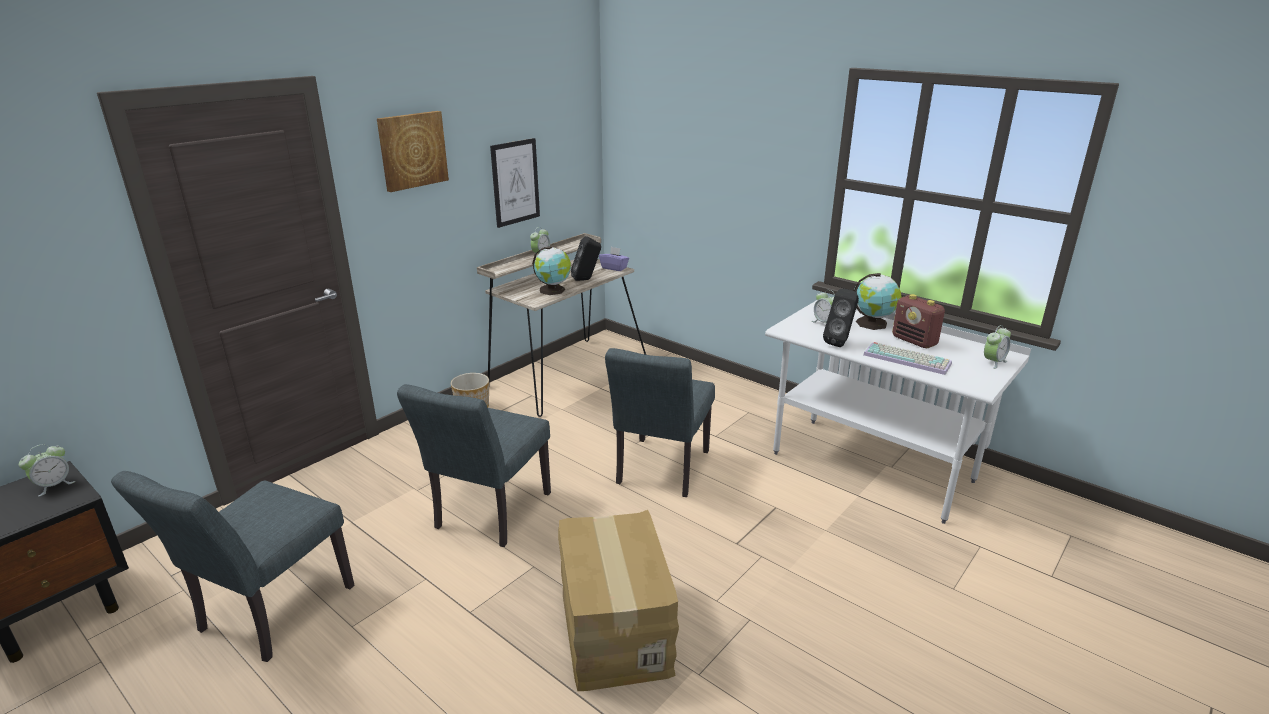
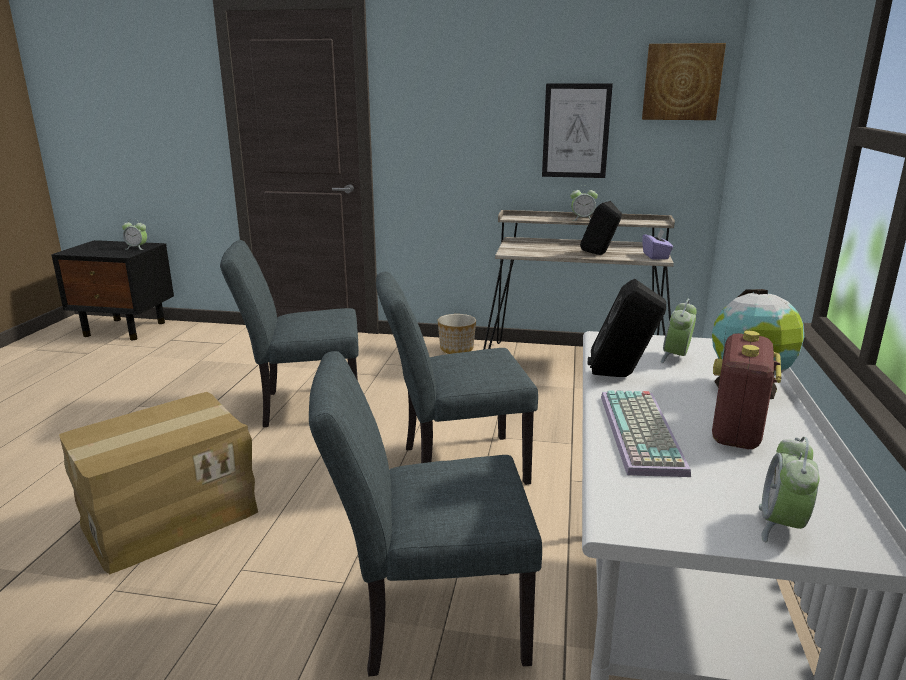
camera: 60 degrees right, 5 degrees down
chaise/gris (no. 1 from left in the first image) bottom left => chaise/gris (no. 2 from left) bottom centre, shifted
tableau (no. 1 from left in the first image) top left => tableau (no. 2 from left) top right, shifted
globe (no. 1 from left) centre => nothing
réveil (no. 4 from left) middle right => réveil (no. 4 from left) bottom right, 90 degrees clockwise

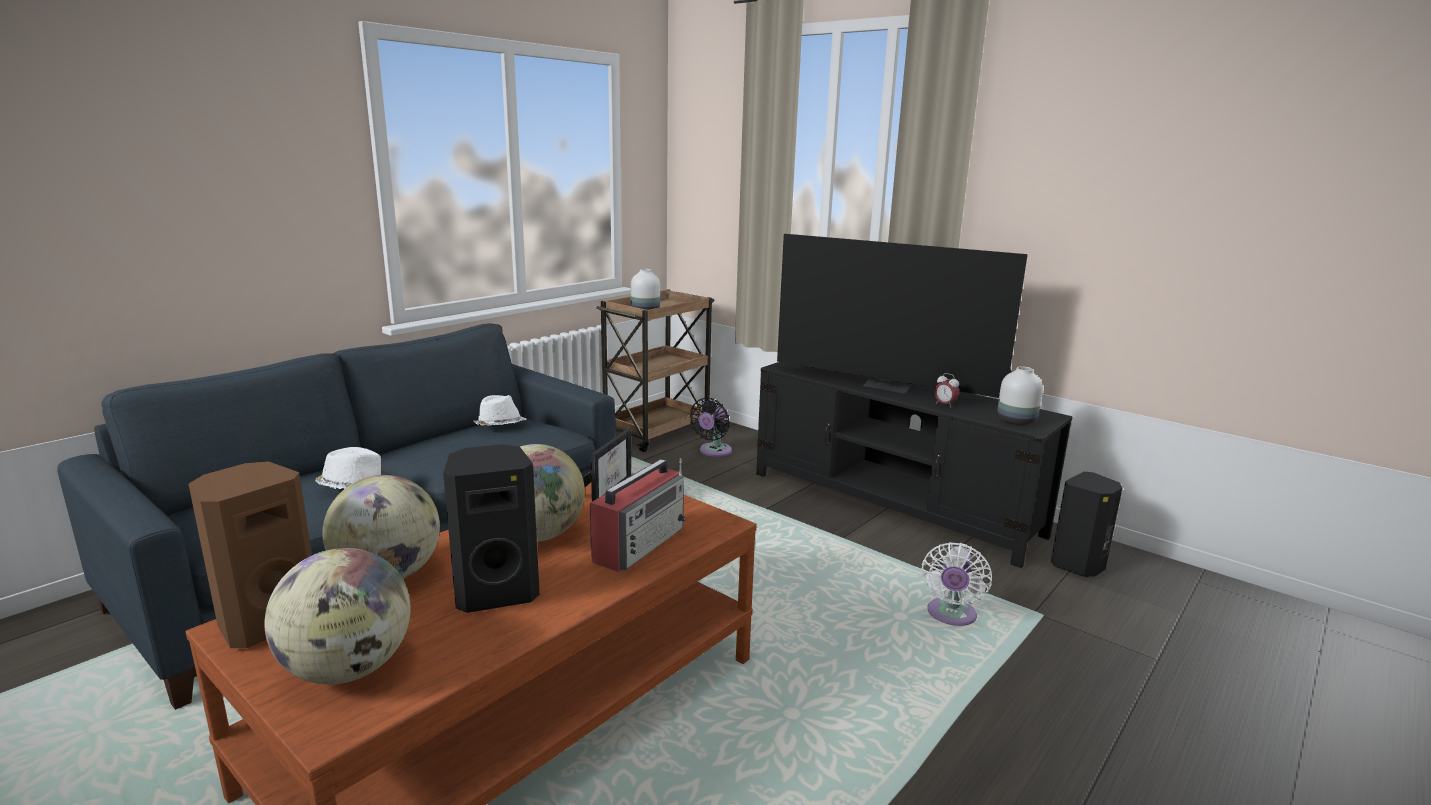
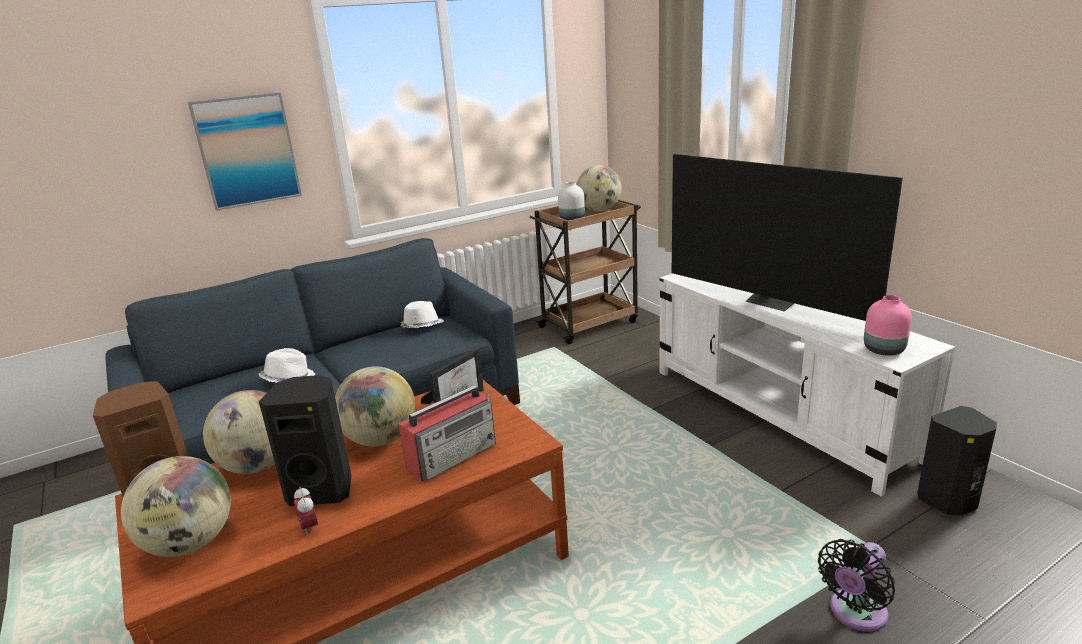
camera: 20 degrees right, 5 degrees up
ventilateur/noir centre => ventilateur/noir bottom right, shifted
meuble télé/noir centre => meuble télé/blanc middle right
ventilateur/blanc bottom right => nothing
réveil centre => réveil bottom left, shifted
vase/blanc (no. 2 from left) middle right => vase/rose middle right
nothing => tableau top left
nothing => globe (no. 4 from left) top centre

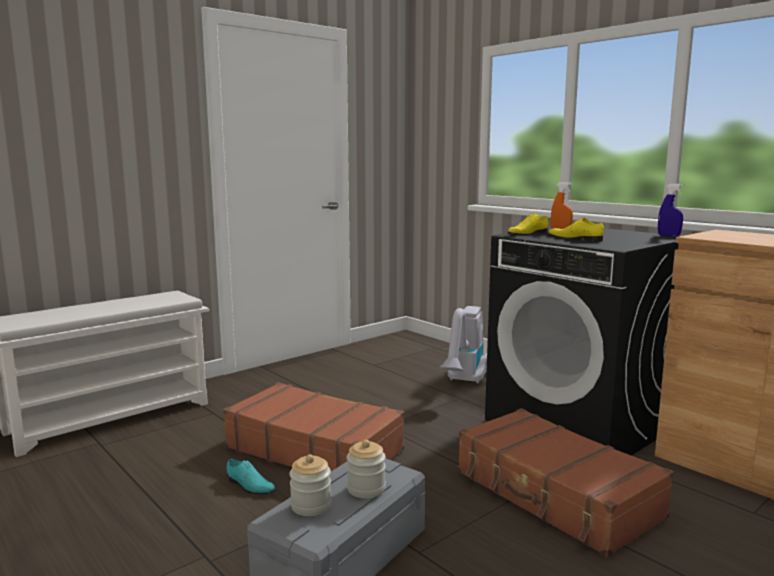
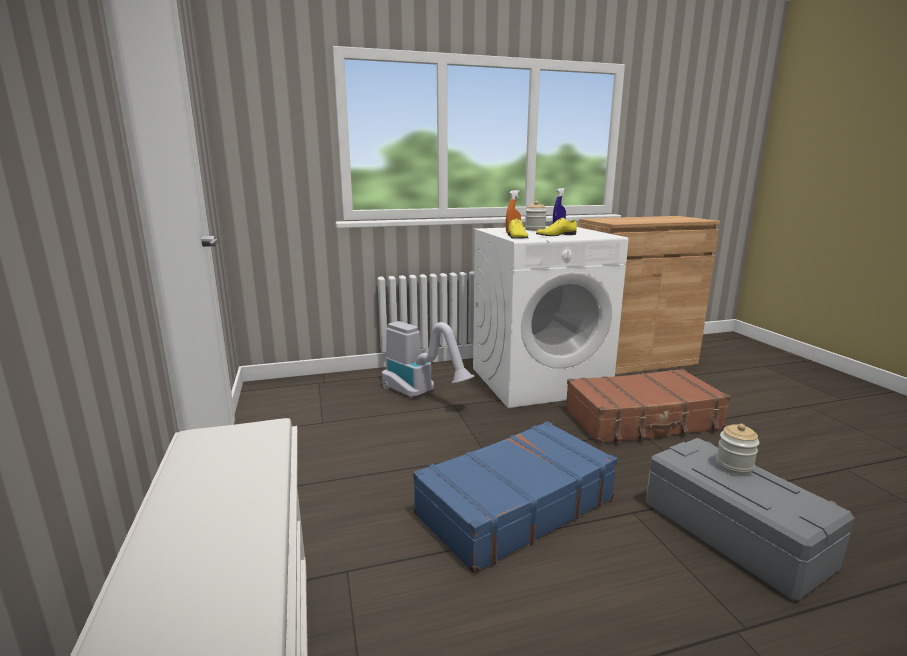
camera: 65 degrees left, 5 degrees up
valise/marron (no. 1 from left) bottom centre => valise/bleu bottom centre
chaussure/turquoise bottom left => nothing
bocal (no. 1 from left) bottom centre => bocal (no. 1 from left) top centre, shifted
lave-linge/noir middle right => lave-linge/blanc centre

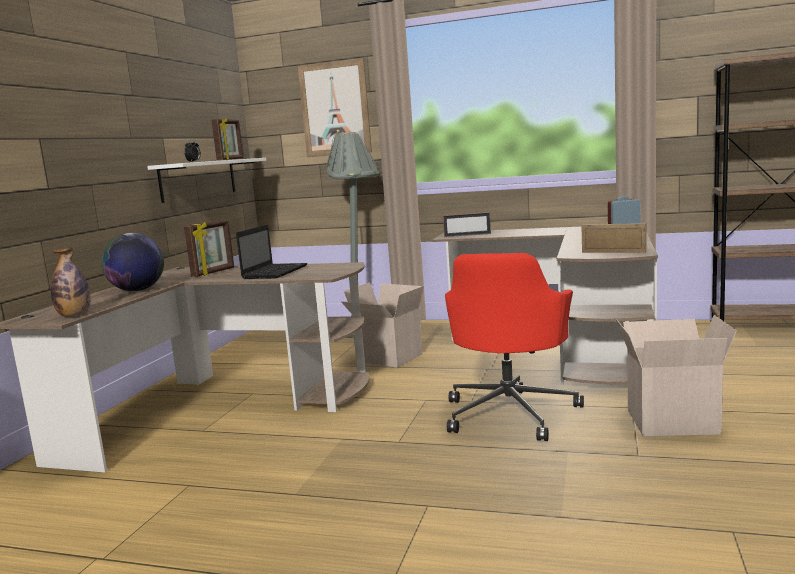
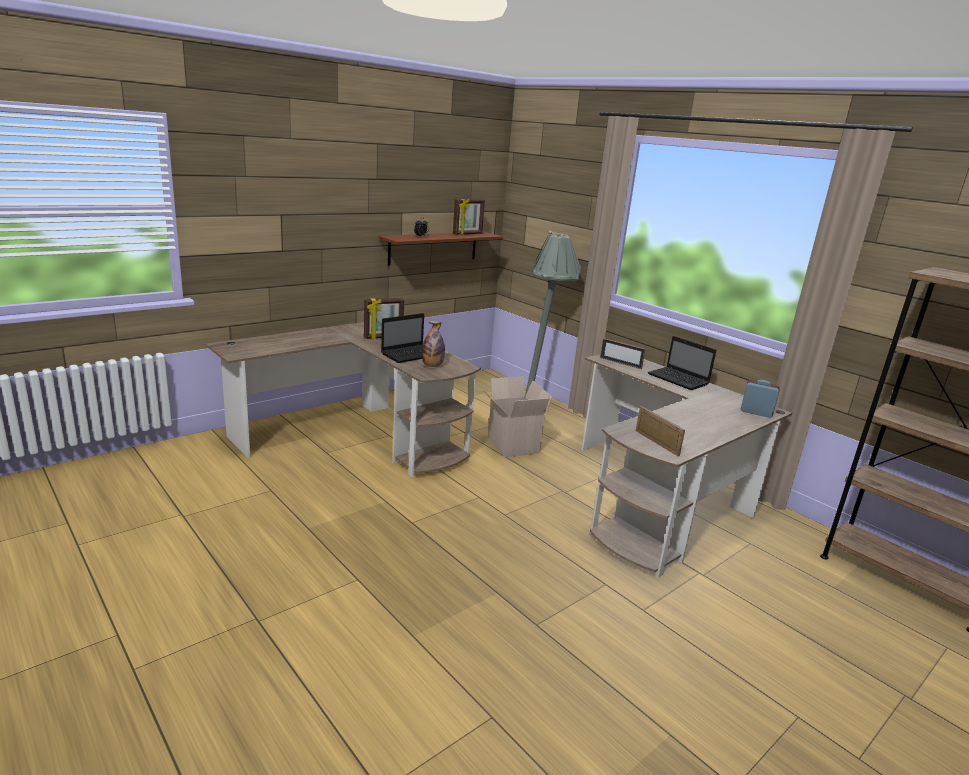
camera: 30 degrees right, 10 degrees up
bouteille middle left => bouteille centre, shifted
globe middle left => nothing
étagère/blanc top left => étagère/marron top centre
tableau top centre => nothing
chaise de bureau/rouge centre => nothing
carton (no. 2 from left) middle right => nothing
nothing => ordinateur portable (no. 2 from left) middle right

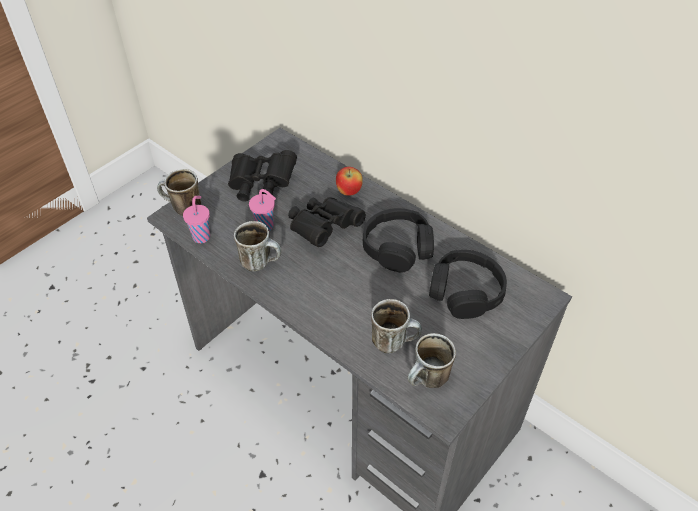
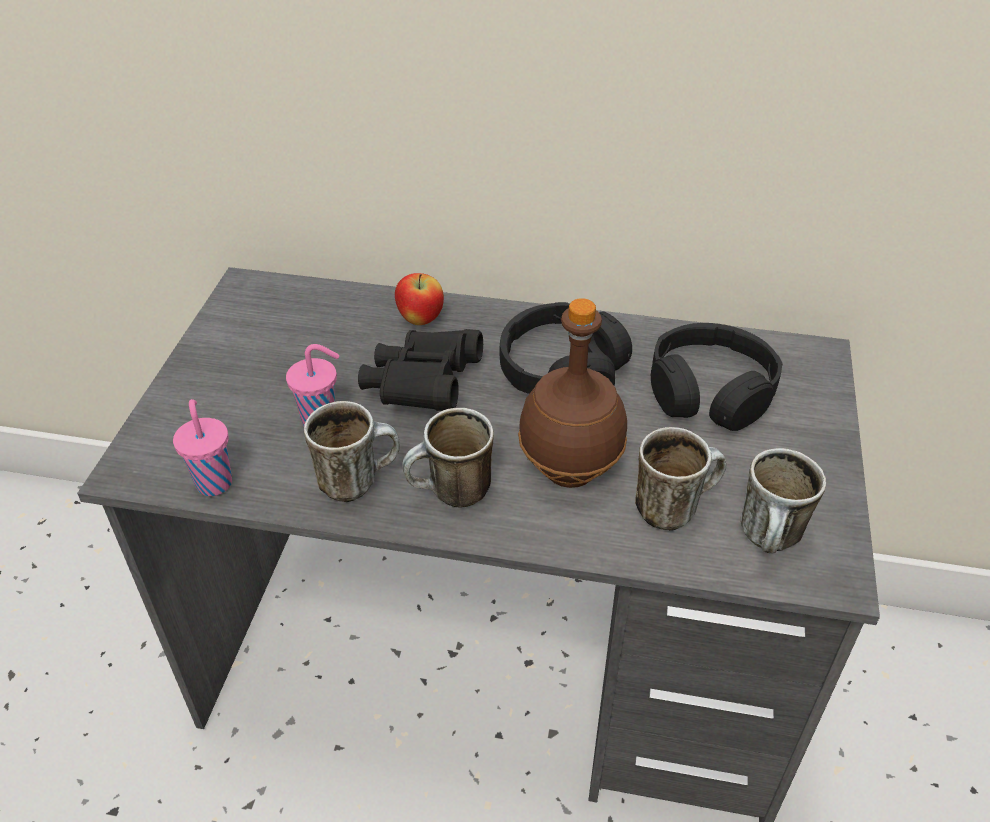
camera: 30 degrees left, 5 degrees down
mug (no. 1 from left in the first image) middle left => mug (no. 2 from left) centre, shifted
jumelles/noir (no. 1 from left) centre => nothing
nothing => bouteille/marron centre

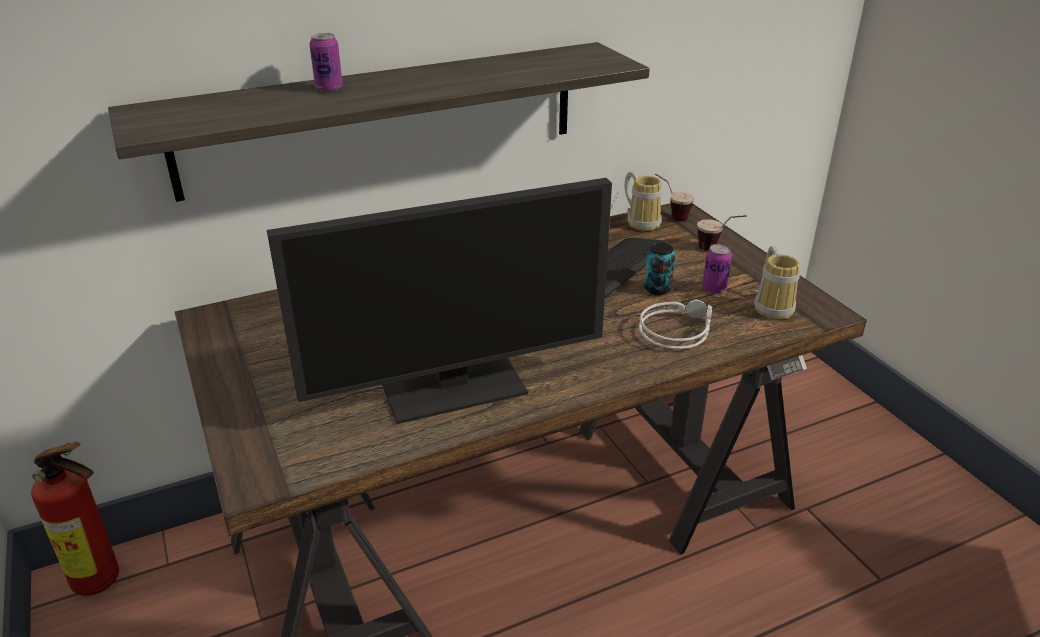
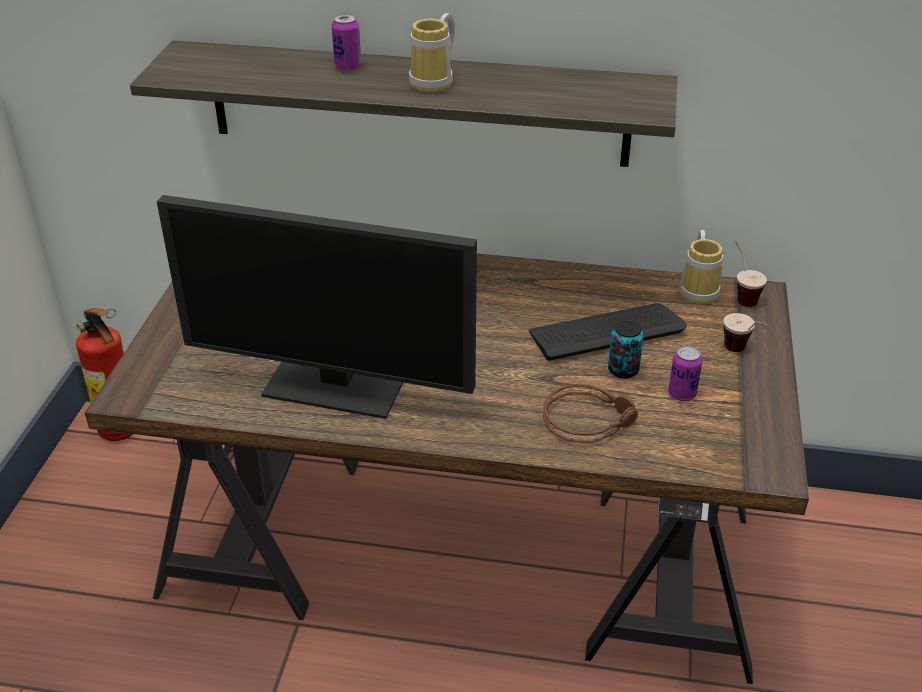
camera: 35 degrees right, 5 degrees up
casque audio/gris centre => casque audio/marron centre
mug (no. 2 from left in the first image) middle right => mug (no. 1 from left) top centre, shifted

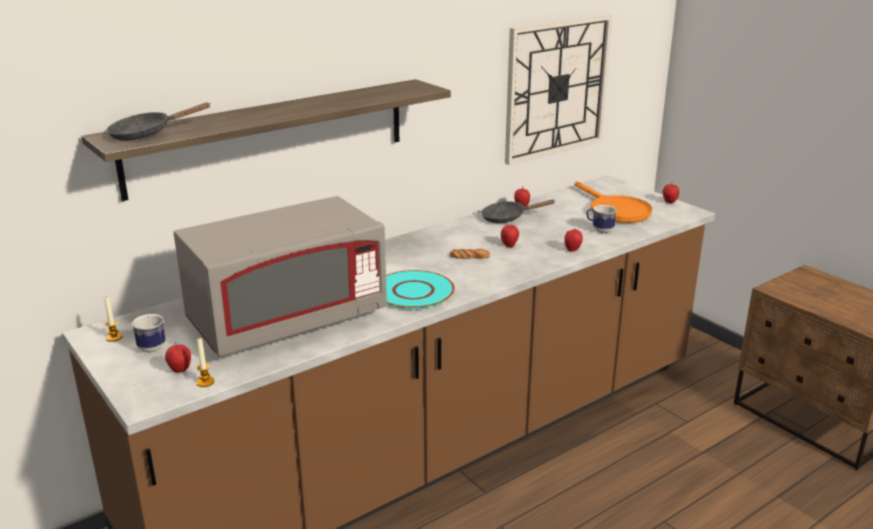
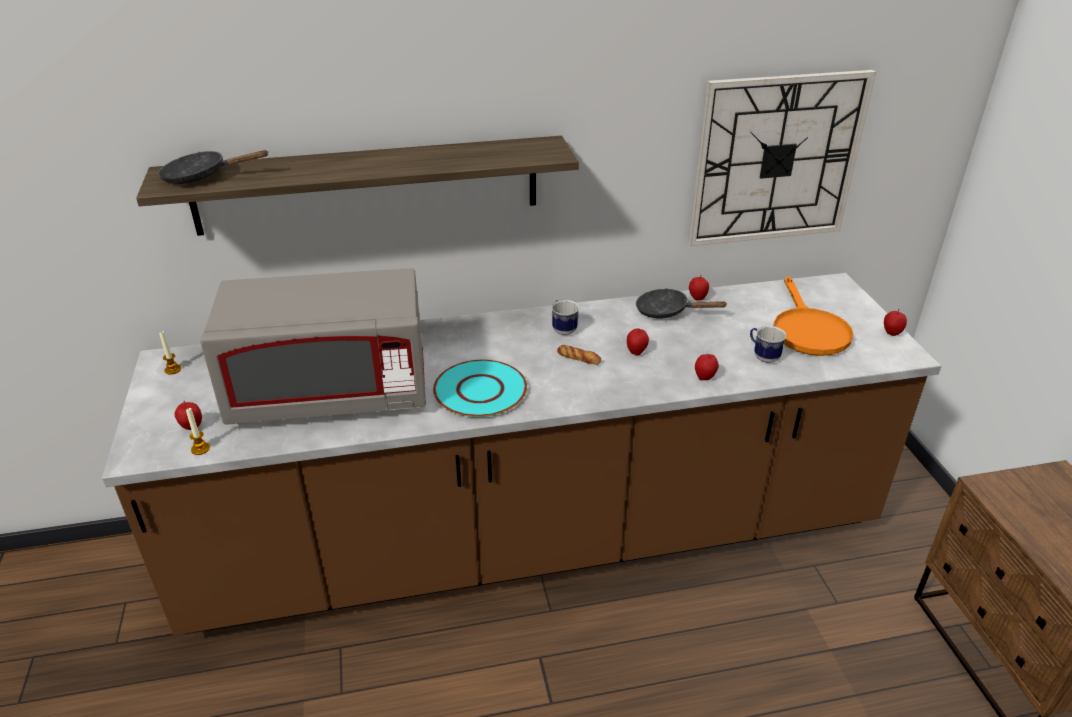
camera: 25 degrees right, 10 degrees up
mug (no. 1 from left) middle left => mug (no. 1 from left) centre, shifted

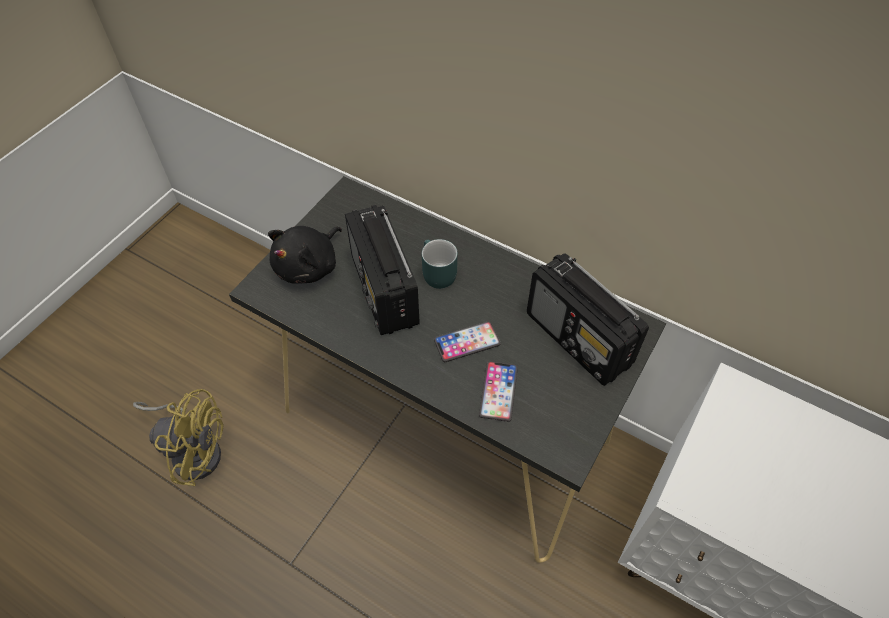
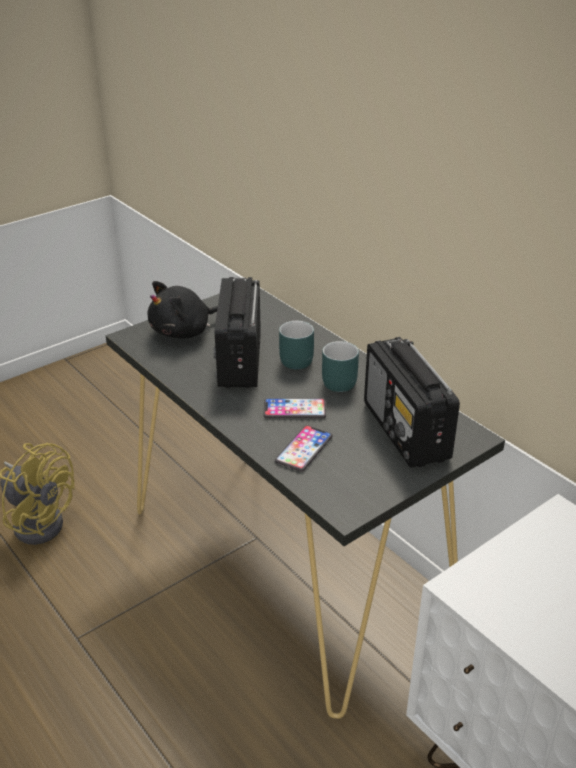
camera: 20 degrees right, 20 degrees down
nothing => mug/turquoise (no. 2 from left) centre

